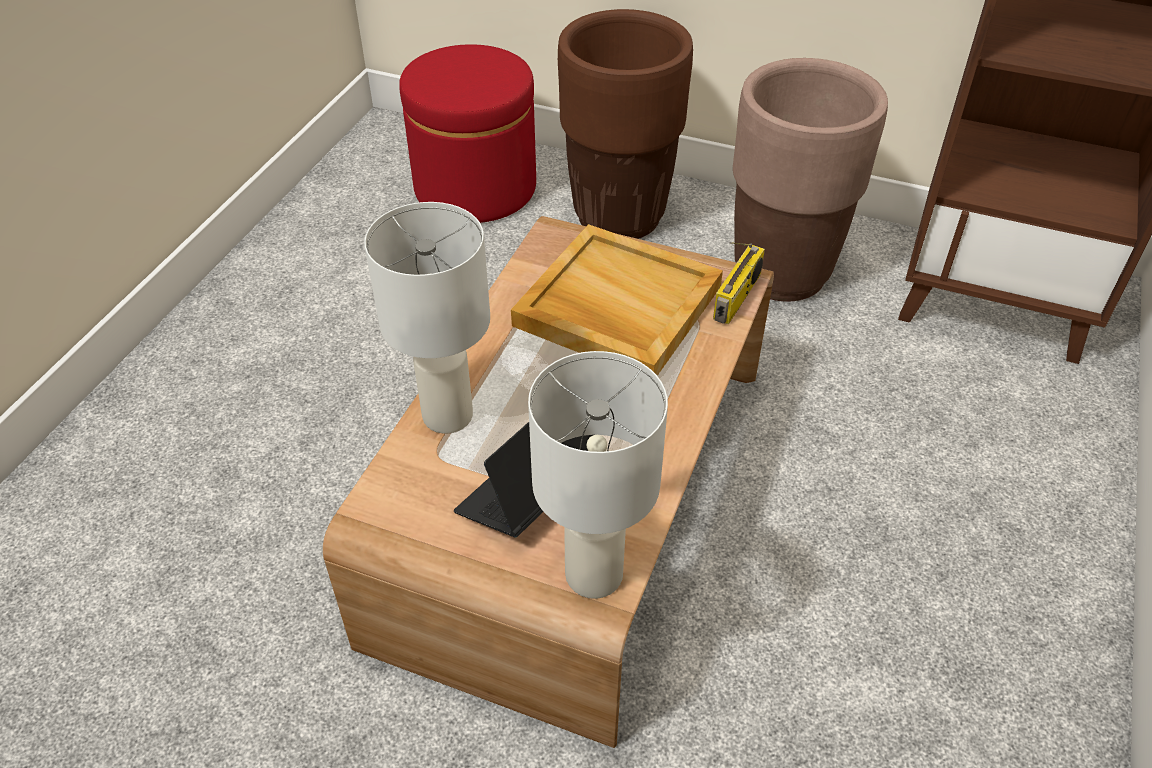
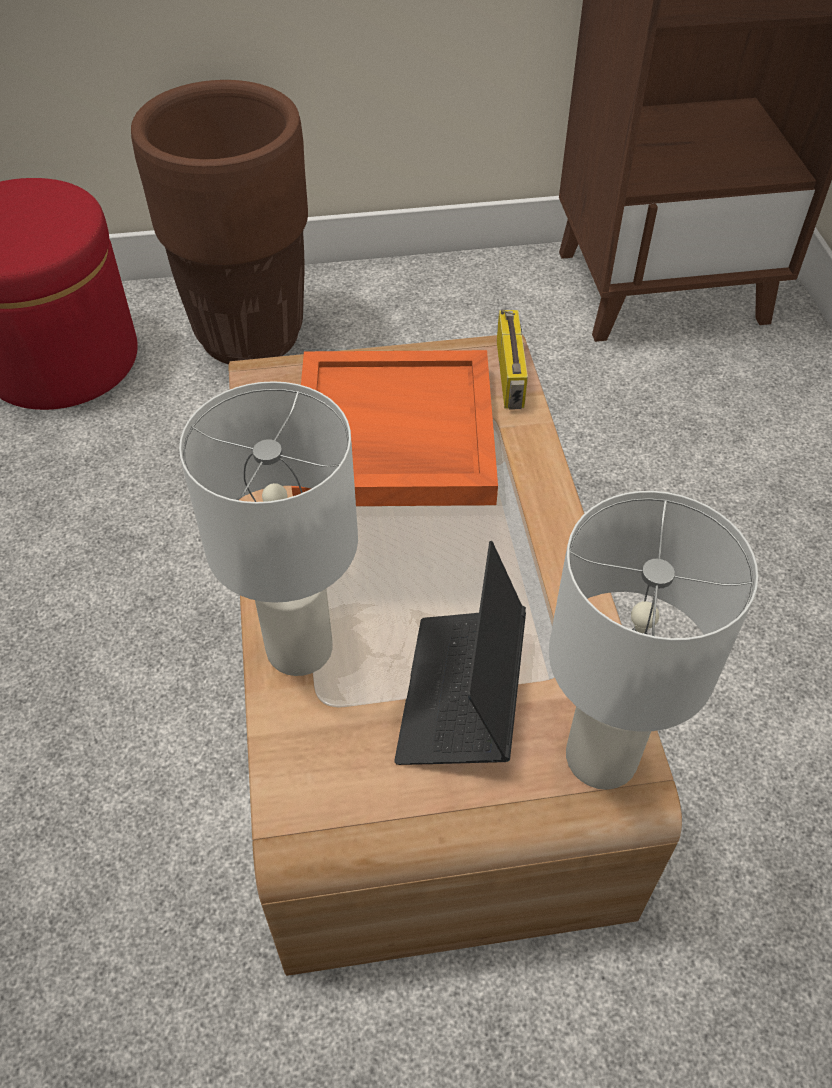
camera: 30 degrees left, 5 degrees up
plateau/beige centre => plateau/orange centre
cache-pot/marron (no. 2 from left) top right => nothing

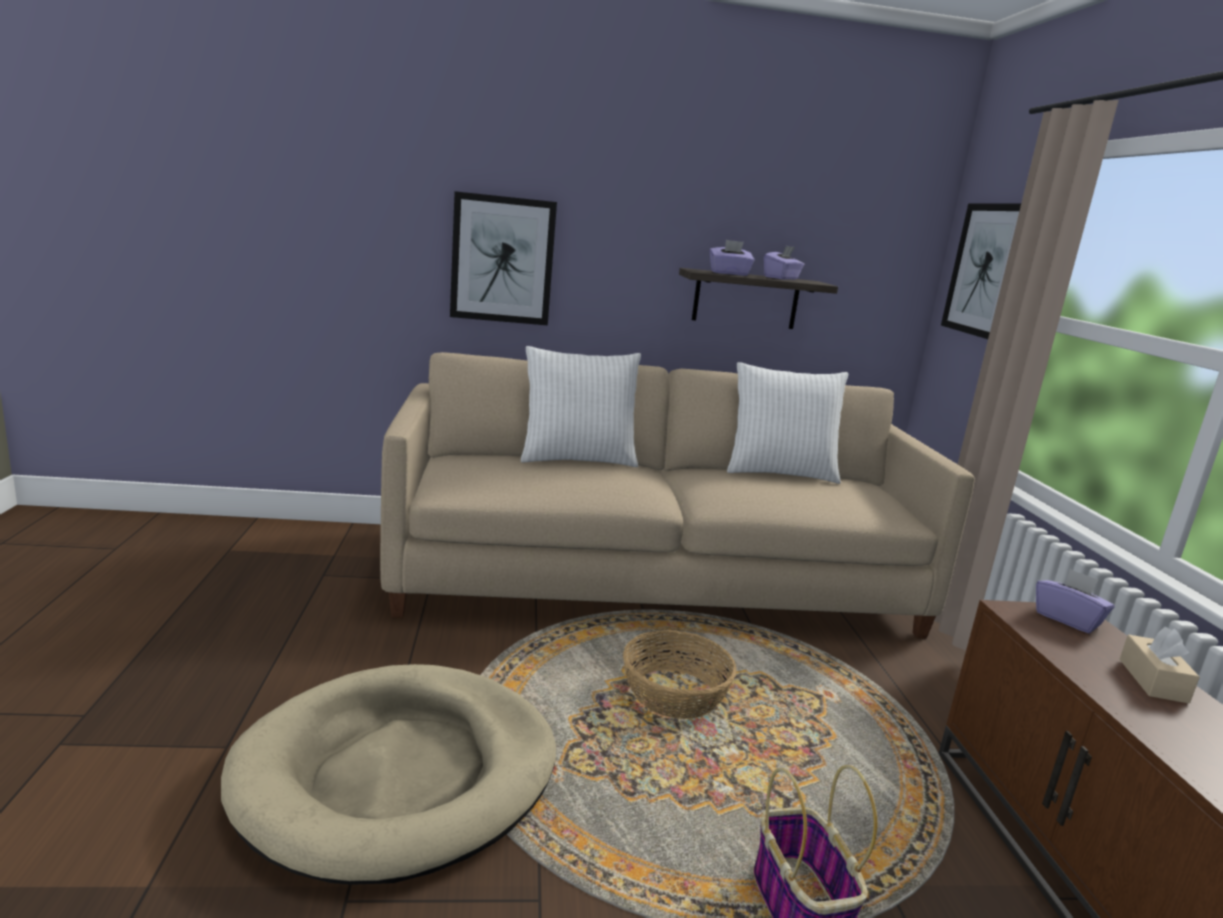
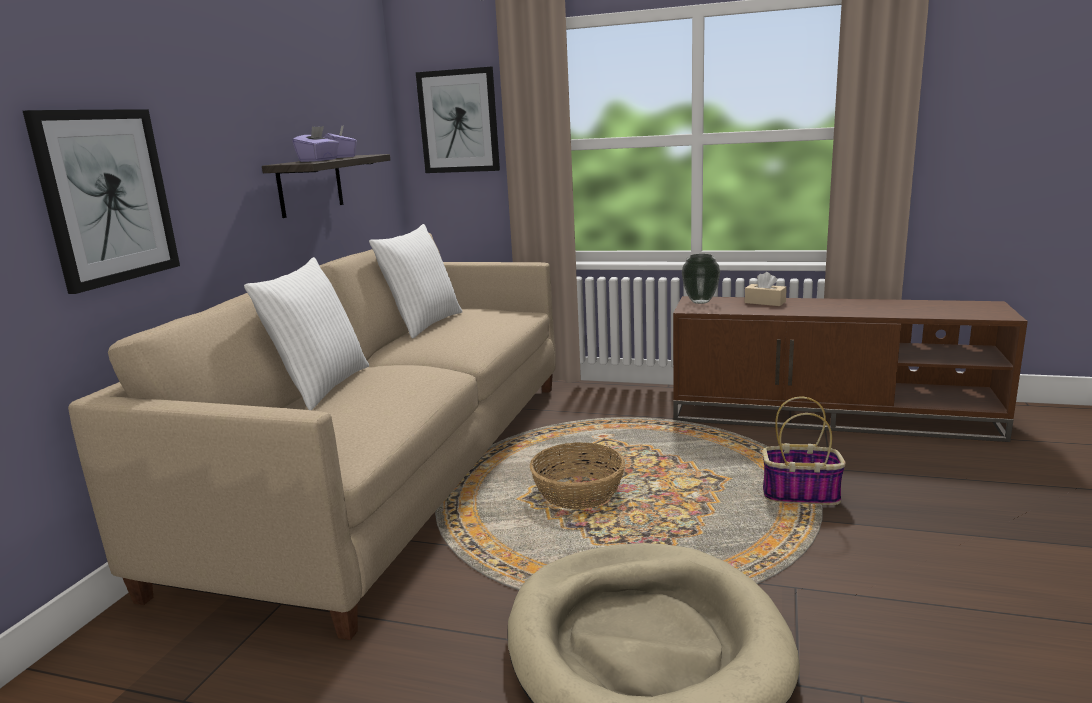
camera: 65 degrees left, 0 degrees up
boîte à mouchoirs/violet (no. 3 from left) middle right => vase centre

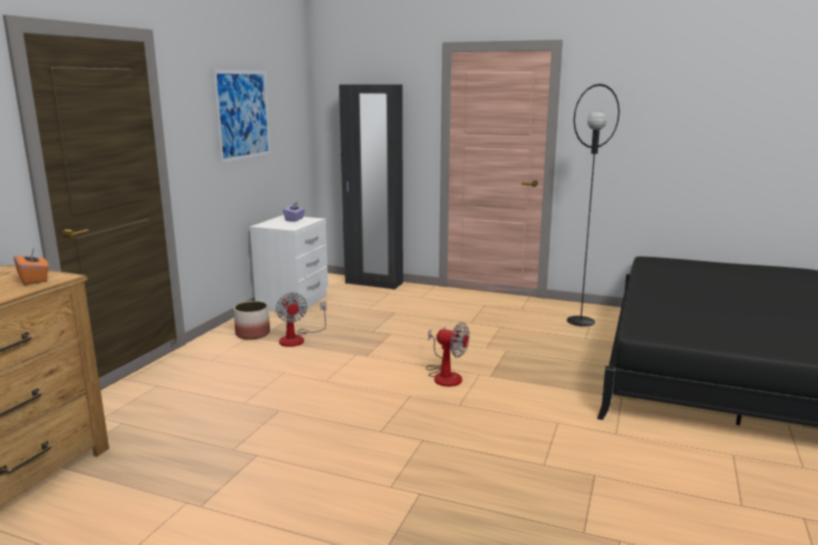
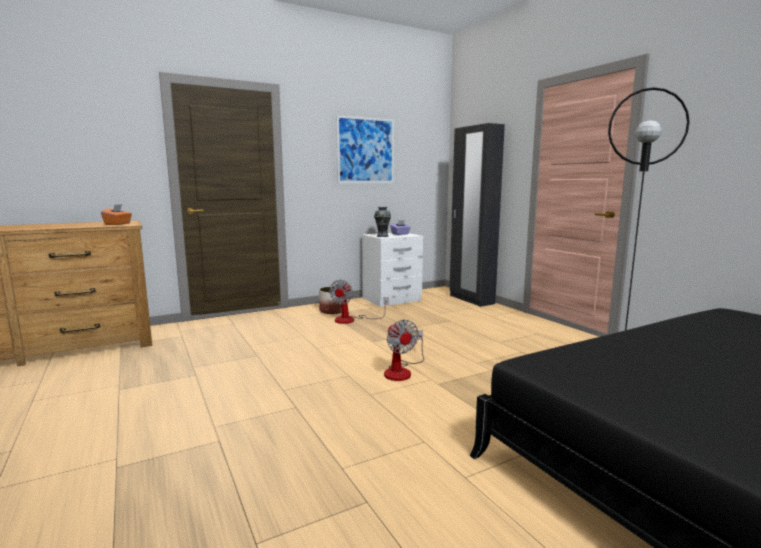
camera: 40 degrees right, 5 degrees down
nothing => vase centre

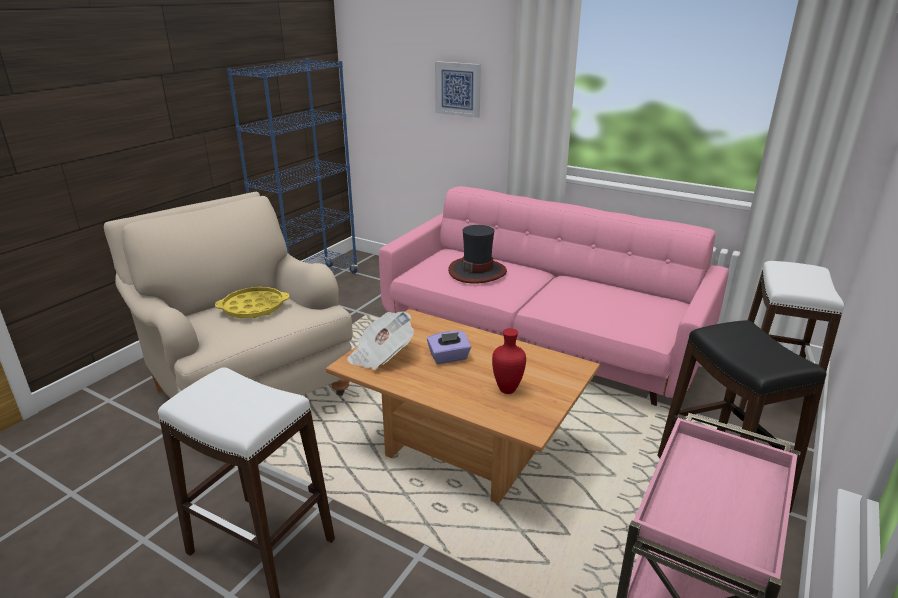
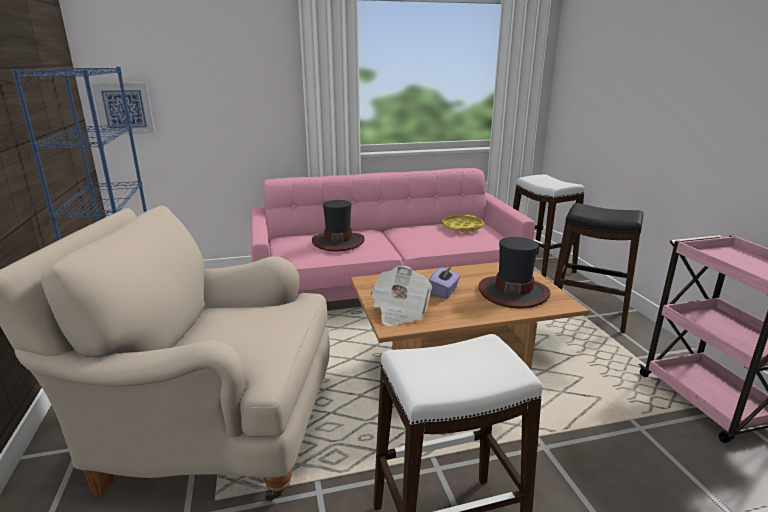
camera: 45 degrees left, 5 degrees down
plateau/jaune middle left => plateau/jaune centre, shifted
tableau top centre => tableau top left, shifted
vase/rouge centre => chapeau (no. 2 from left) middle right

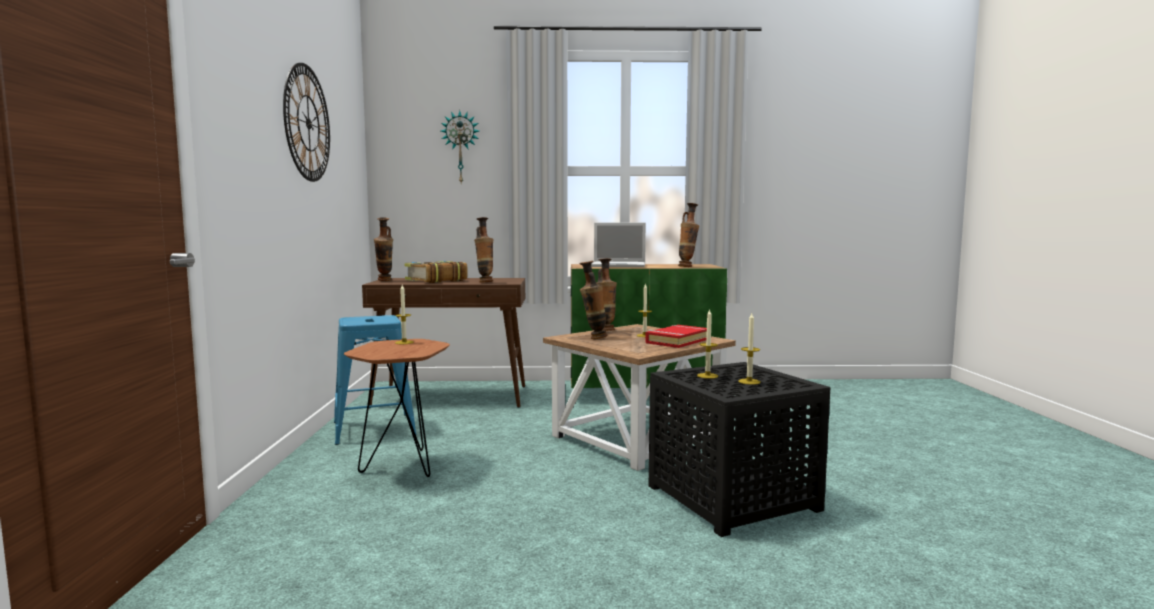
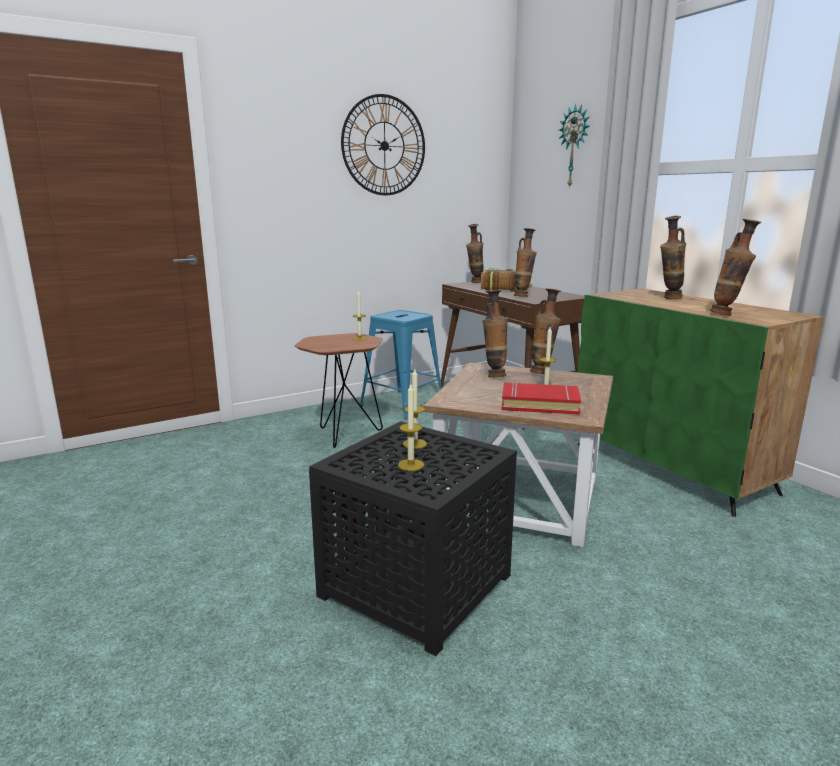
camera: 60 degrees right, 10 degrees up
ordinateur portable centre => vase (no. 5 from left) middle right

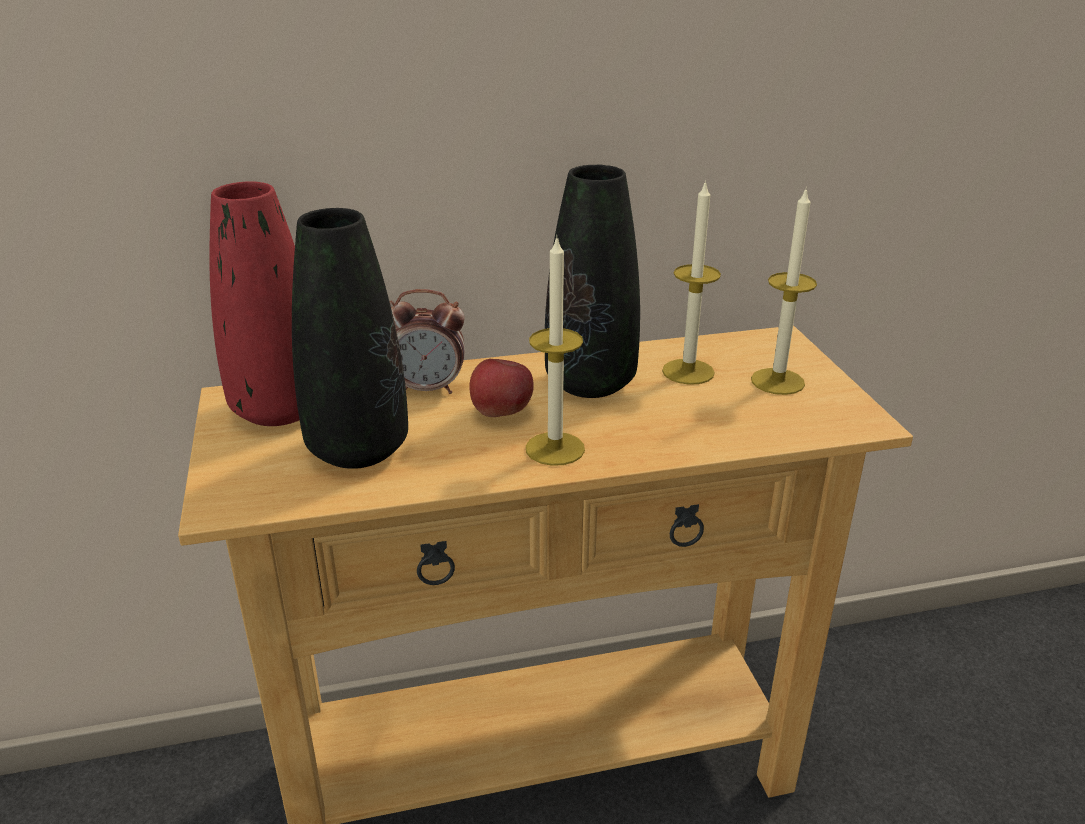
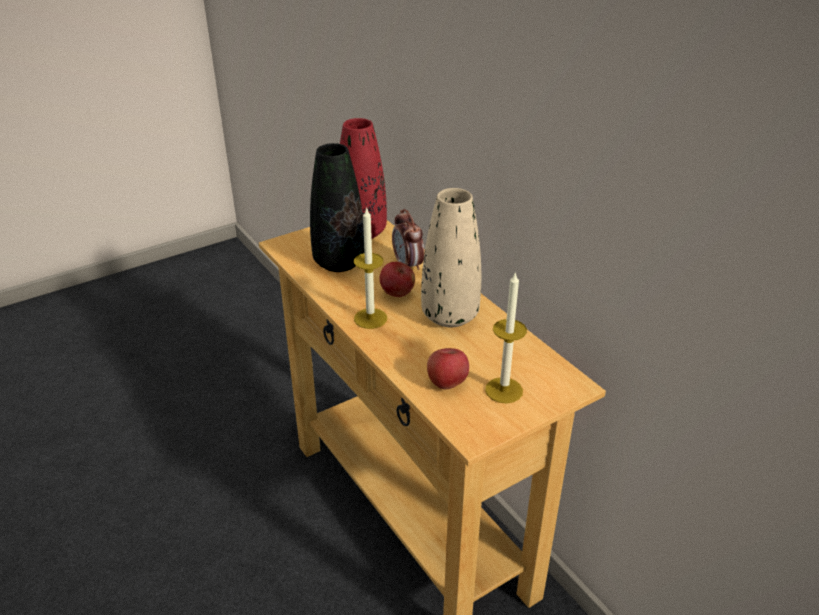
camera: 70 degrees right, 5 degrees up
vase/noir (no. 2 from left) centre => vase/beige centre
bougie (no. 2 from left) centre => nothing
nothing => pomme (no. 2 from left) centre

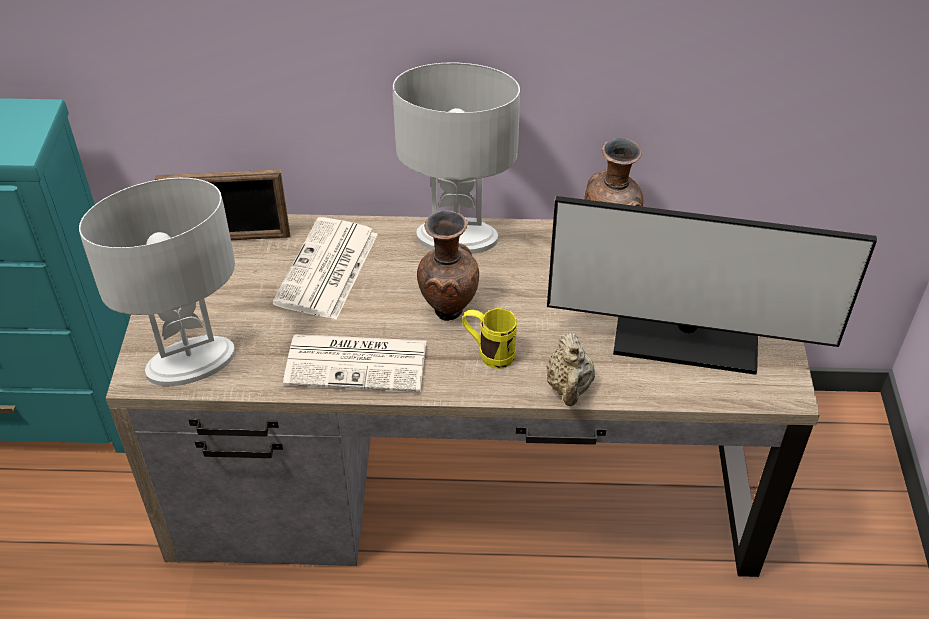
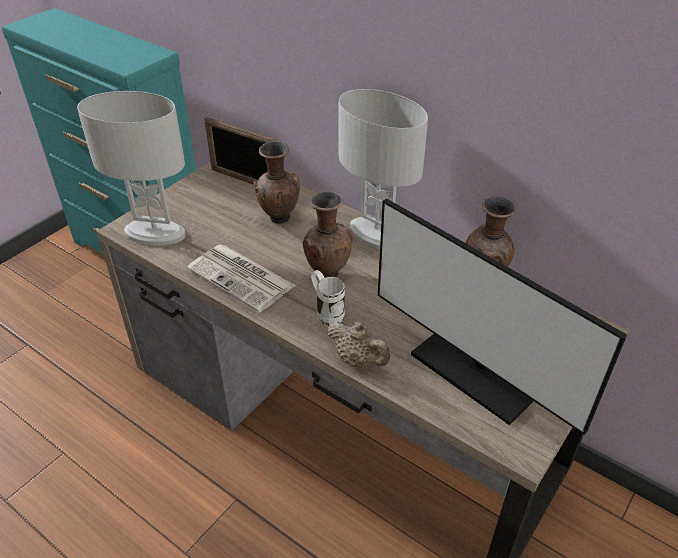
camera: 35 degrees right, 5 degrees down
journal (no. 1 from left) centre => vase/marron (no. 1 from left) top centre
mug/jaune centre => mug/blanc centre
théière/beige centre, 90 degrees counterclockwise

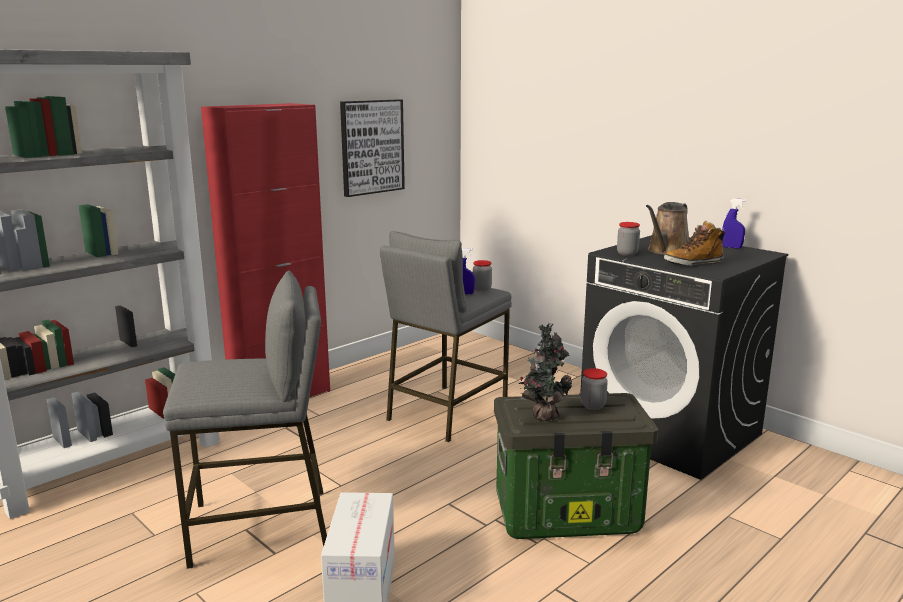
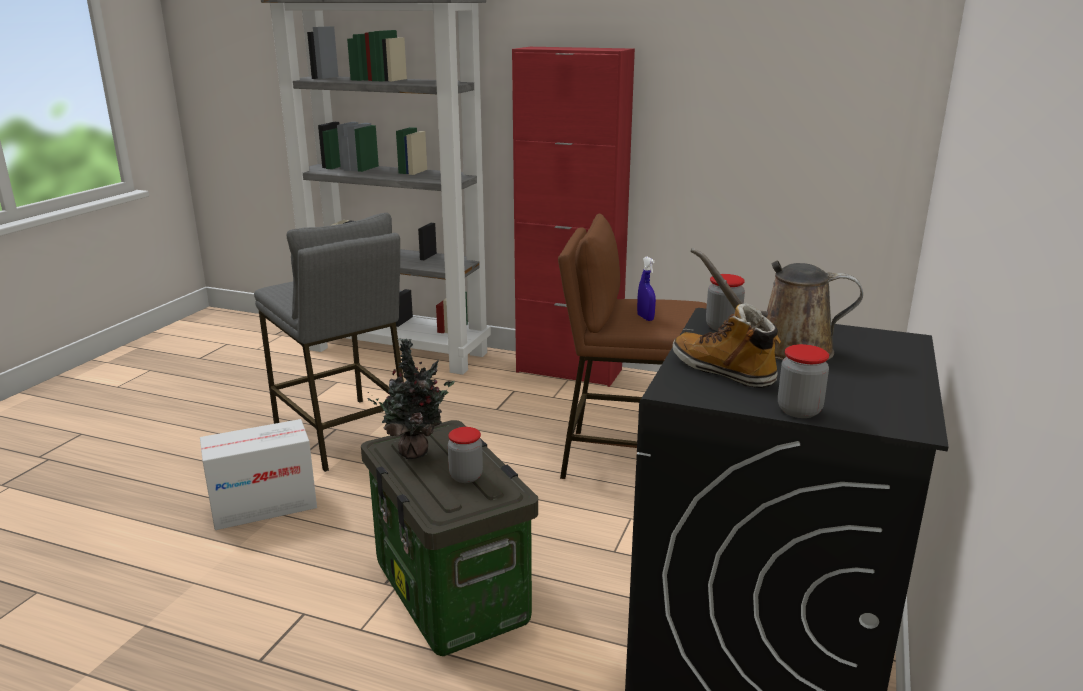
camera: 65 degrees right, 5 degrees up
tableau top centre => nothing
tabouret/gris (no. 2 from left) centre => tabouret/marron centre
bocal (no. 1 from left in the first image) centre => bocal (no. 3 from left) middle right, shifted
vaporisateur/bleu (no. 2 from left) middle right => nothing

